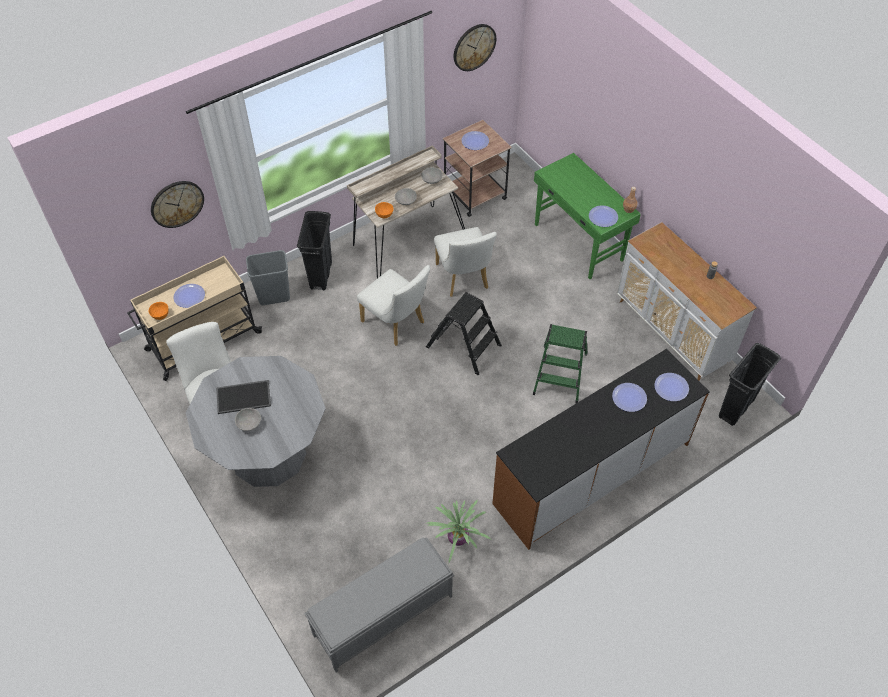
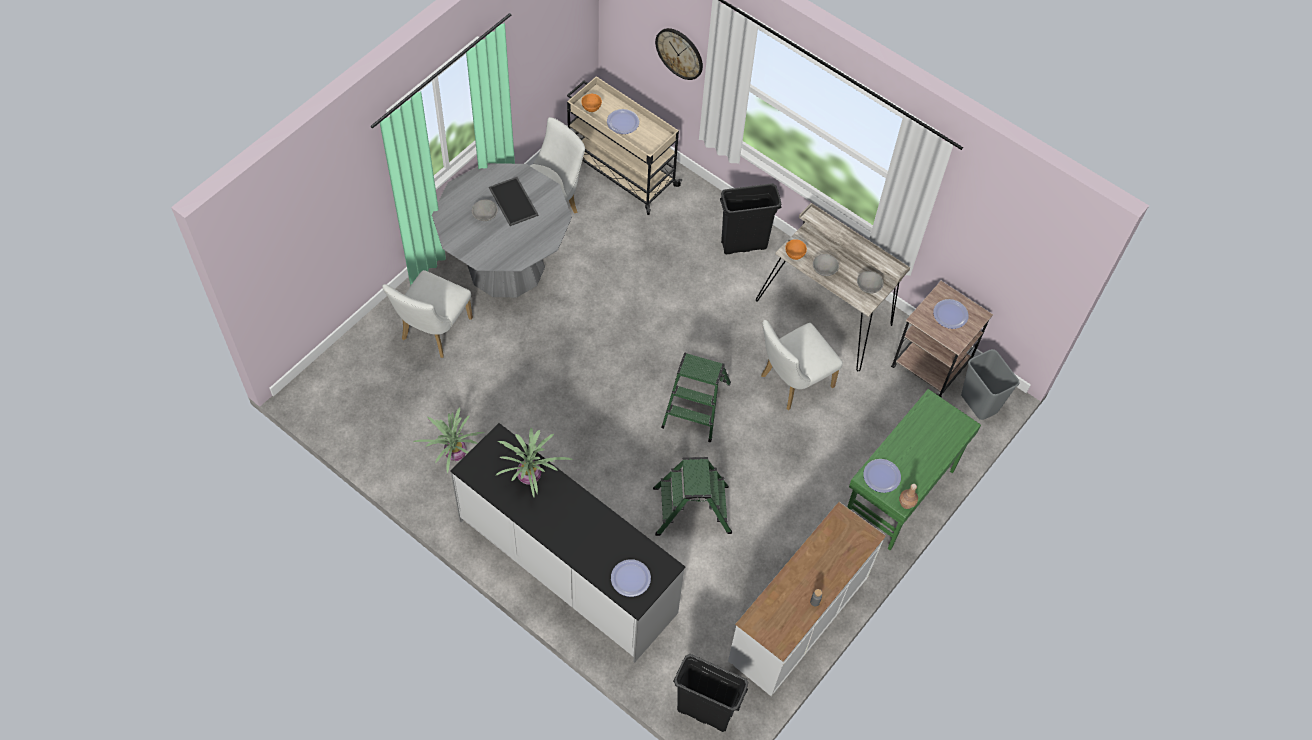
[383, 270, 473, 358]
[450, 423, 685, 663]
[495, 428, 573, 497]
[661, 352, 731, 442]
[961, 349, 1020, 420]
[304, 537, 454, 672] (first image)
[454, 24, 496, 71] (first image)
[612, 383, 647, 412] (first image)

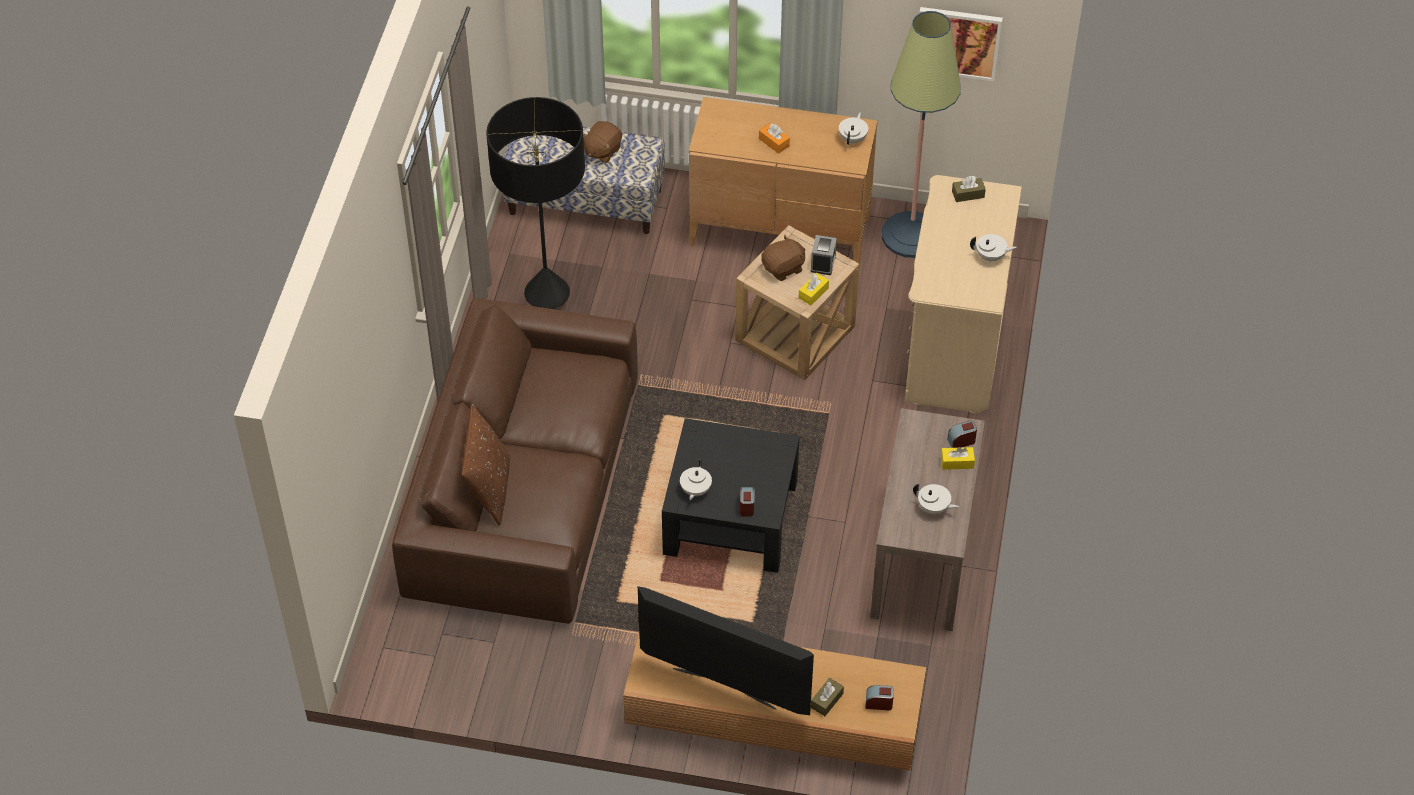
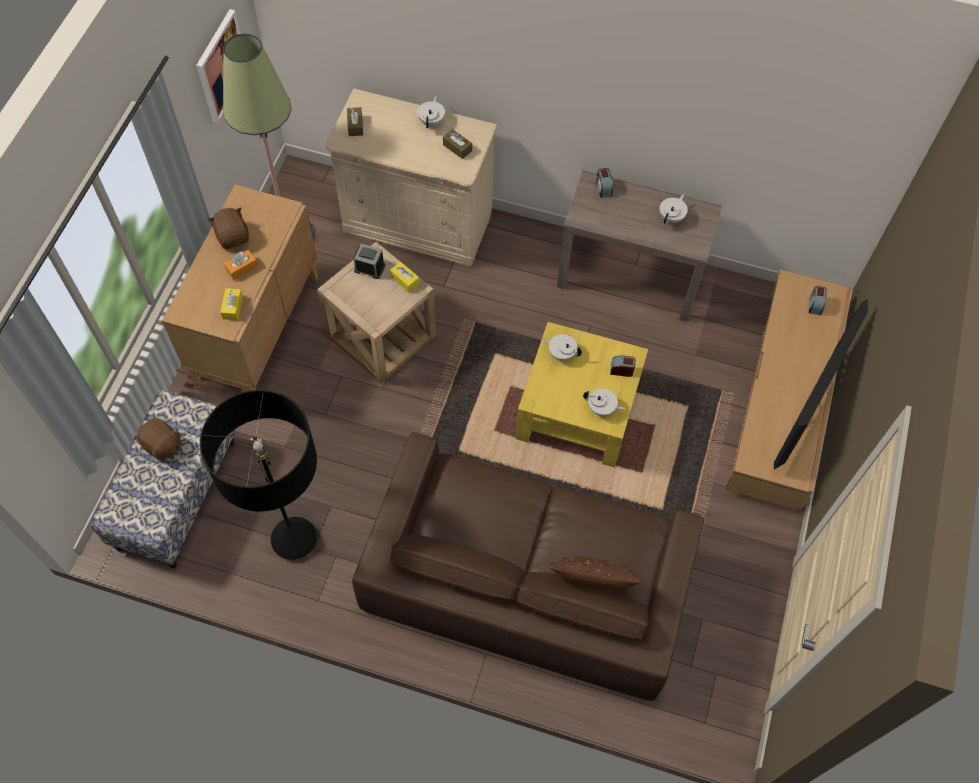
[208, 207, 249, 249]
[220, 288, 243, 320]
[443, 129, 472, 159]
[516, 322, 648, 468]
[542, 334, 582, 361]

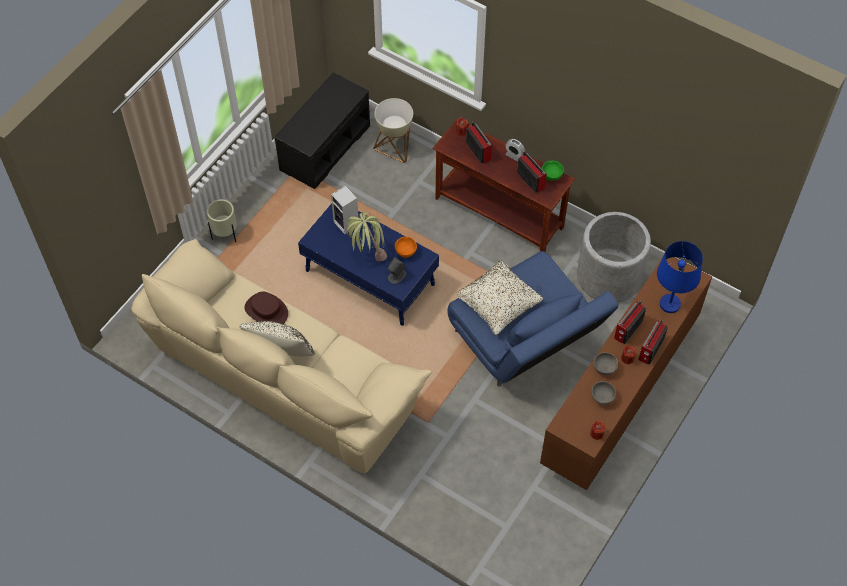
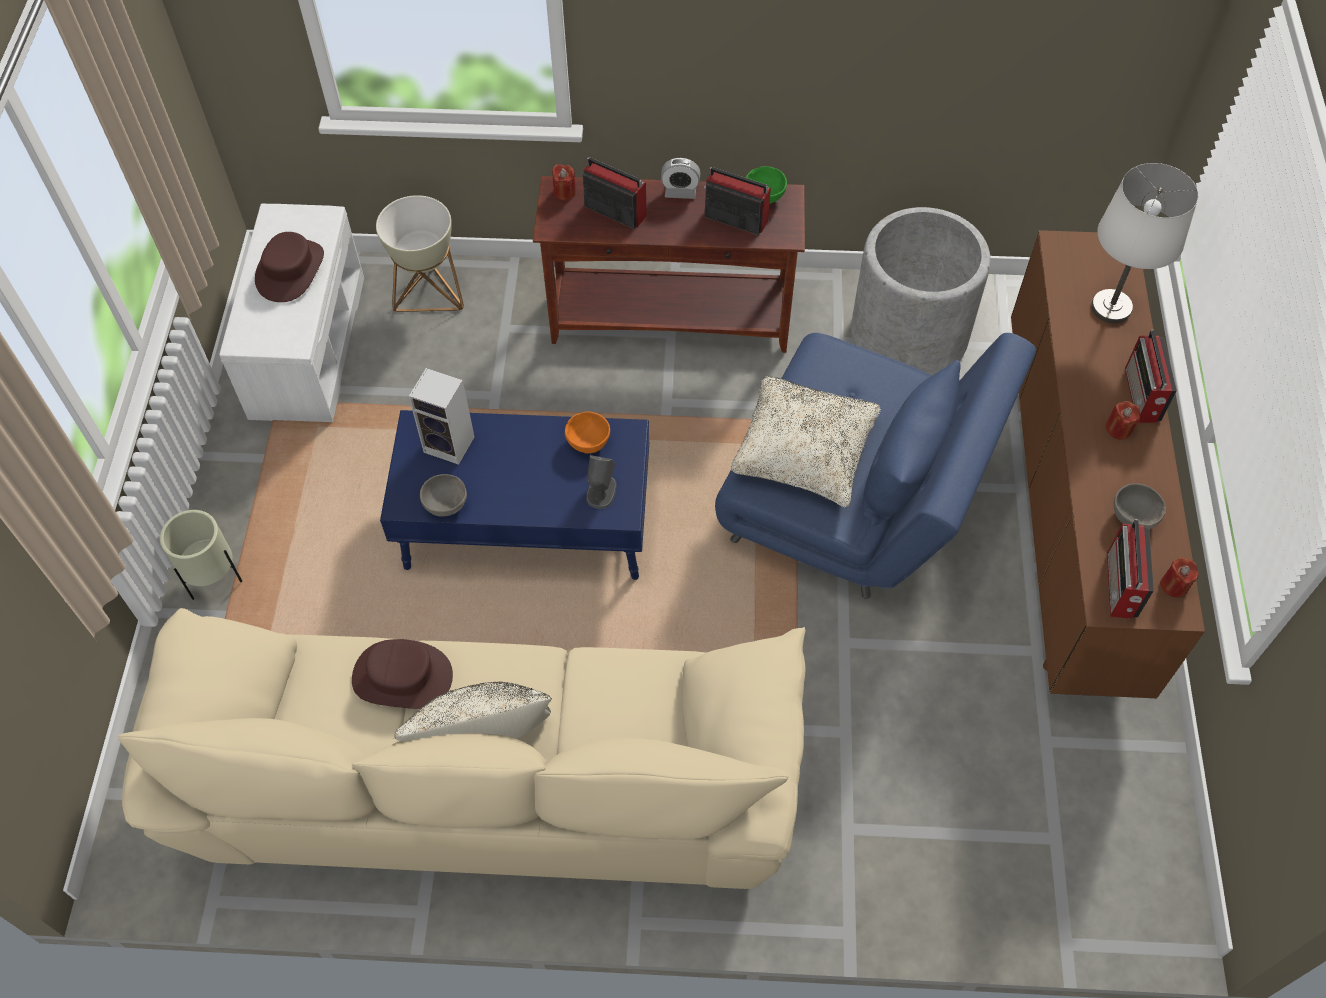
[219, 204, 364, 422]
[255, 232, 324, 302]
[420, 474, 467, 517]
[1091, 163, 1198, 323]
[1107, 519, 1154, 619]
[347, 212, 387, 261] (first image)

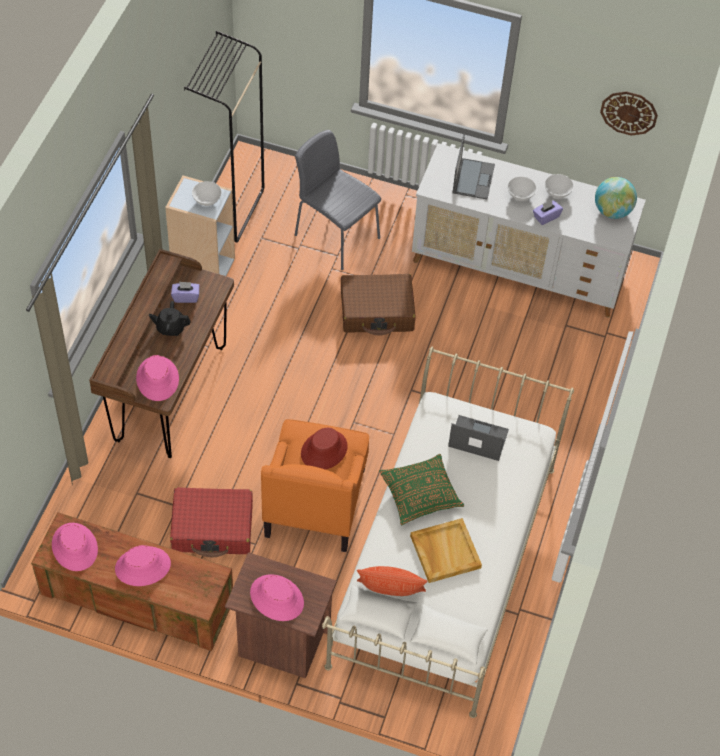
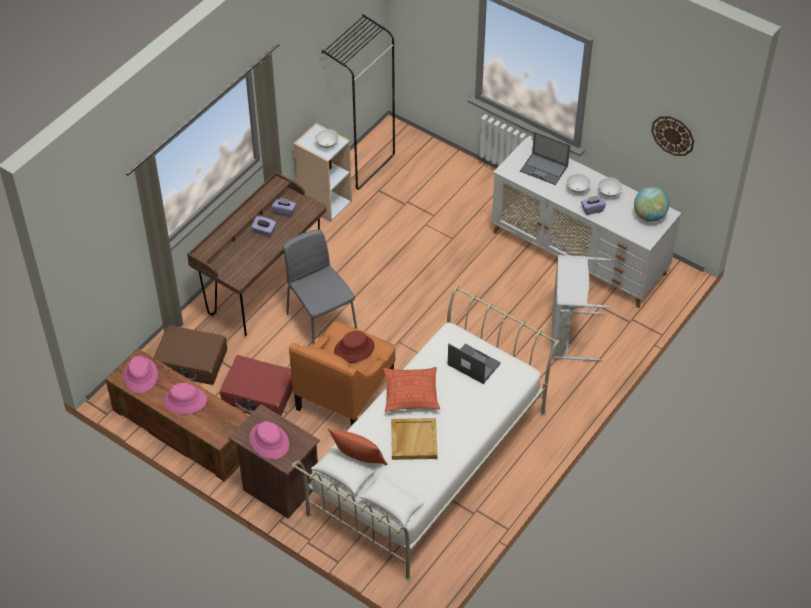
[154, 325, 227, 385]
[251, 216, 276, 237]
[283, 229, 357, 344]
[383, 367, 440, 412]
[520, 132, 570, 185]
[551, 255, 611, 361]
[136, 355, 179, 401] (first image)

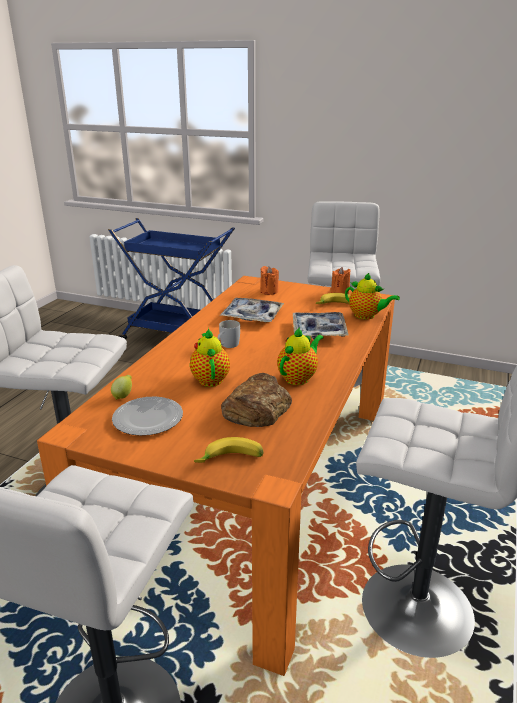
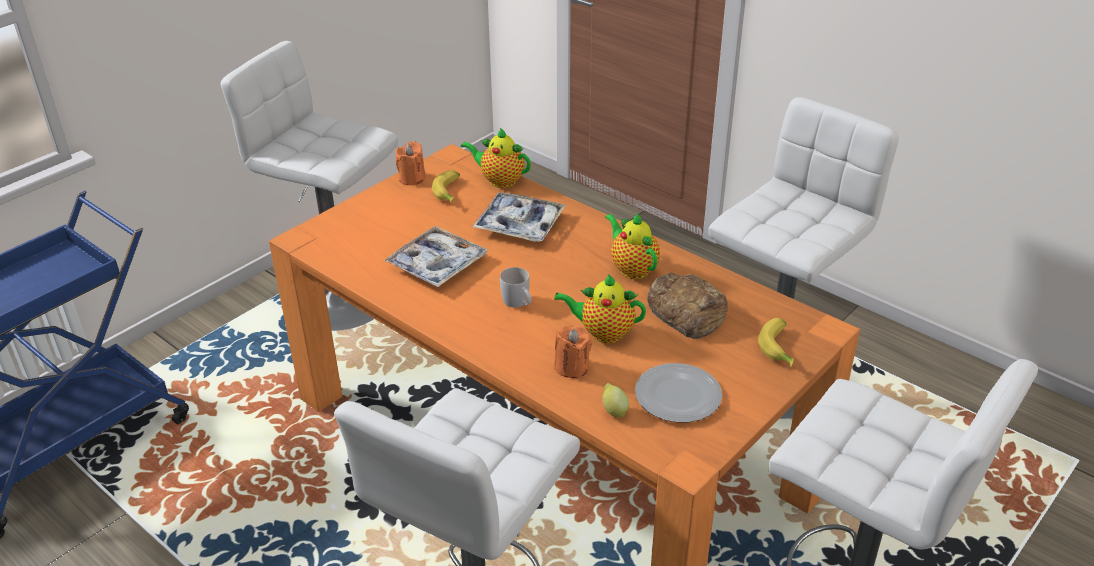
[461, 128, 531, 188]
[554, 325, 592, 378]

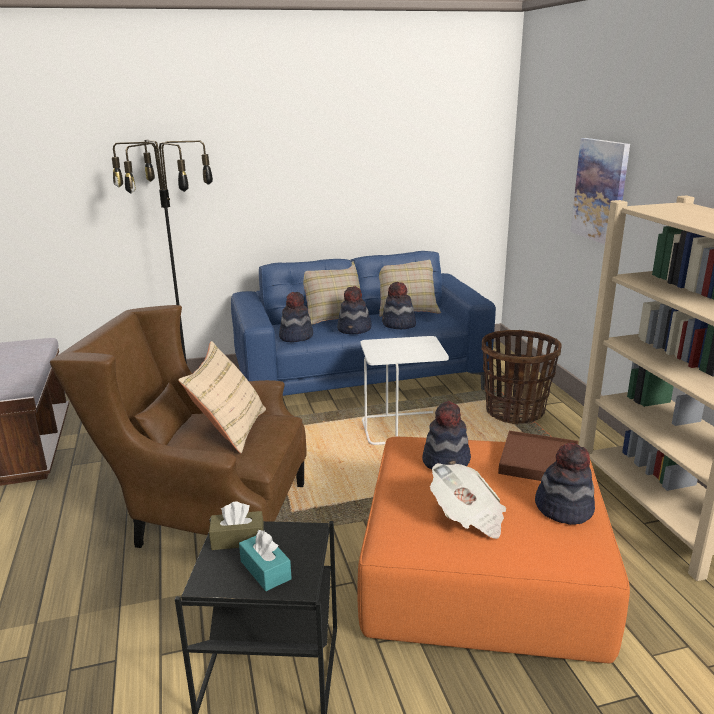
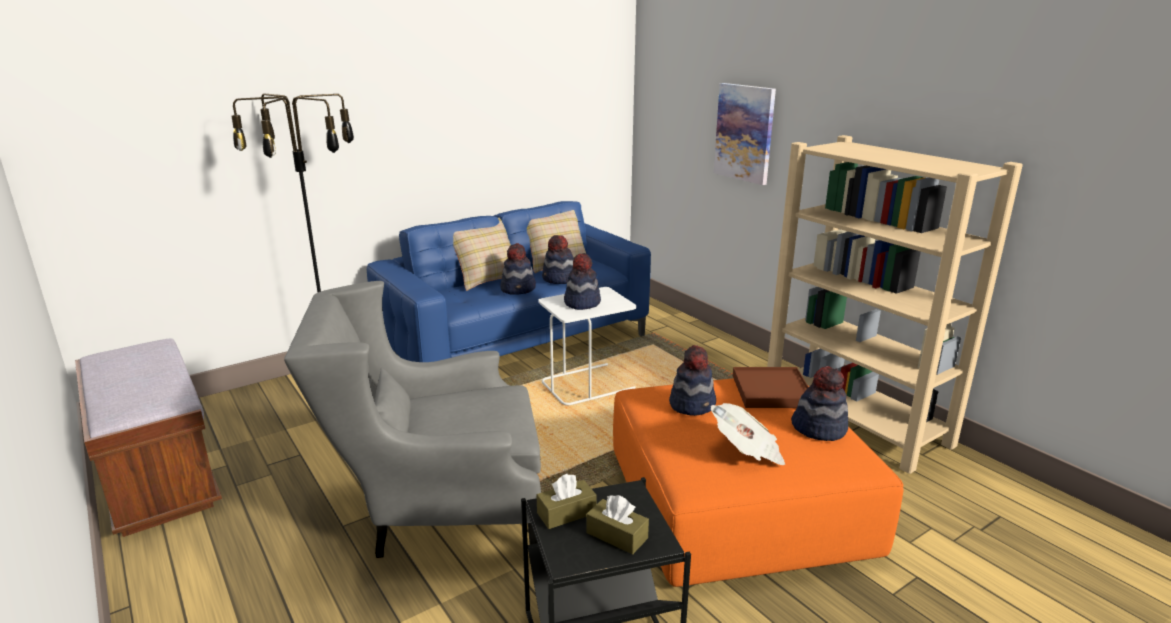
[284, 281, 541, 558]
[564, 253, 601, 310]
[586, 495, 649, 554]
[178, 341, 266, 453] (first image)
[481, 330, 562, 425] (first image)

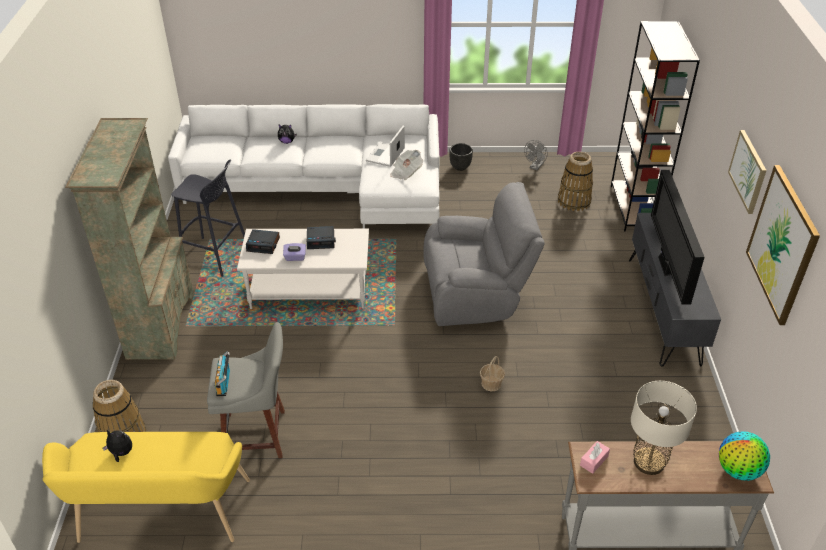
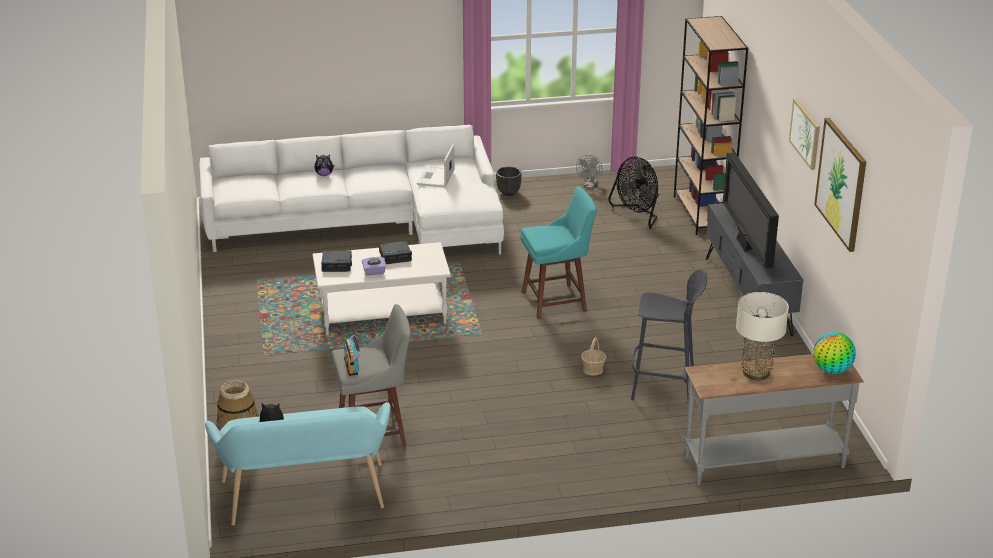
[205, 402, 390, 525]
[520, 186, 597, 319]
[608, 156, 659, 229]
[631, 269, 707, 400]
[65, 118, 194, 360] (first image)
[390, 150, 423, 180] (first image)
[580, 441, 610, 474] (first image)

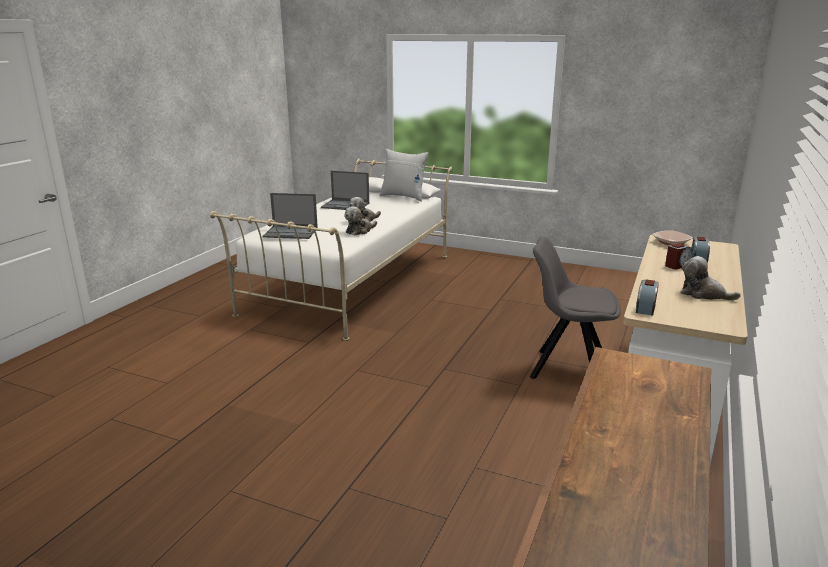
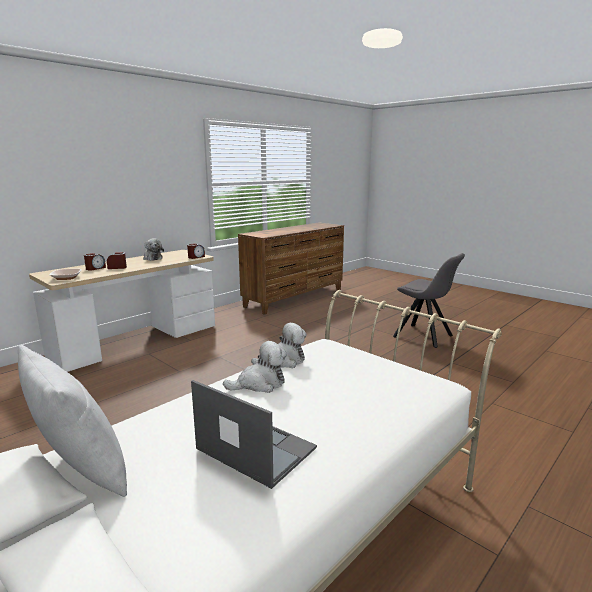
[393, 253, 465, 348]
[263, 193, 318, 239] (first image)

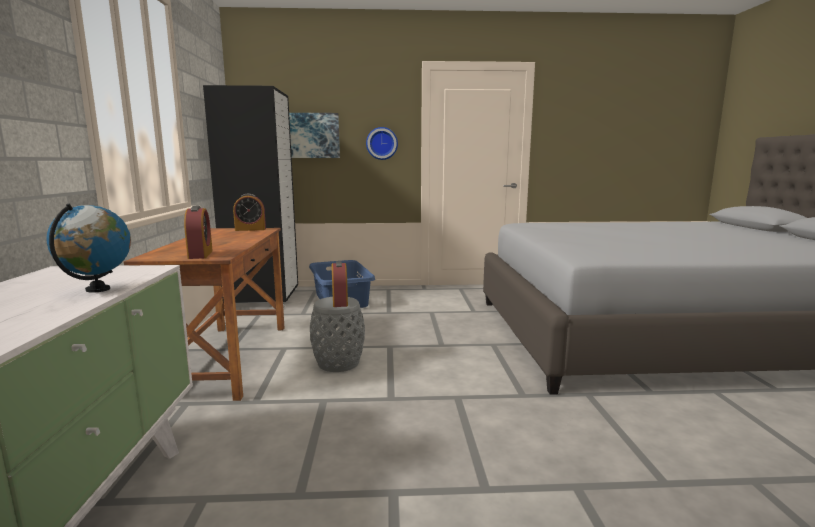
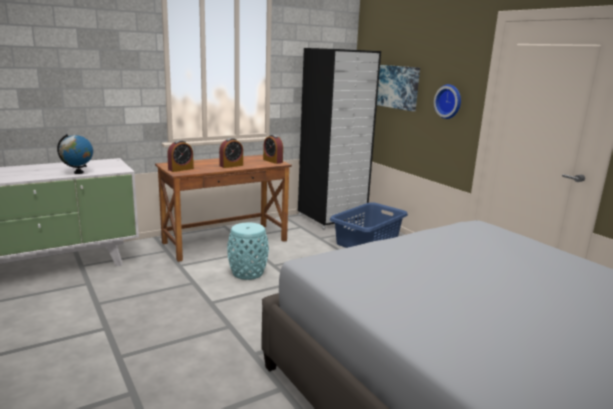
[219, 138, 243, 168]
[227, 223, 269, 280]

